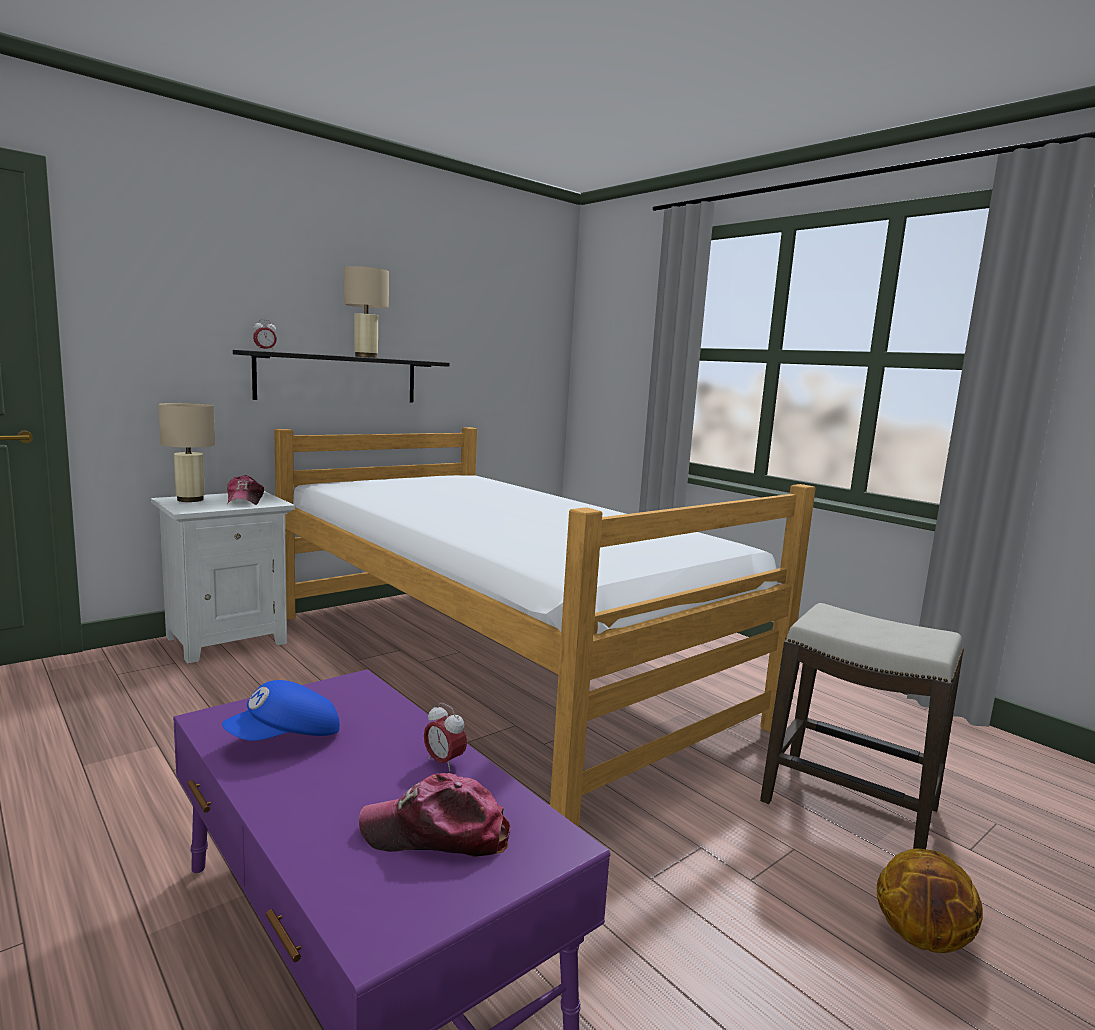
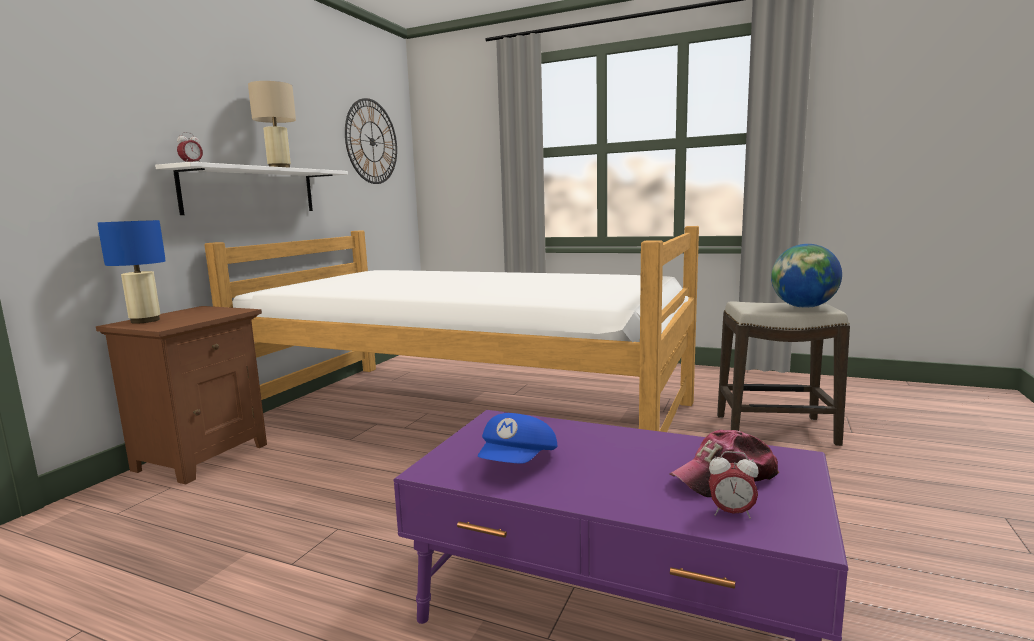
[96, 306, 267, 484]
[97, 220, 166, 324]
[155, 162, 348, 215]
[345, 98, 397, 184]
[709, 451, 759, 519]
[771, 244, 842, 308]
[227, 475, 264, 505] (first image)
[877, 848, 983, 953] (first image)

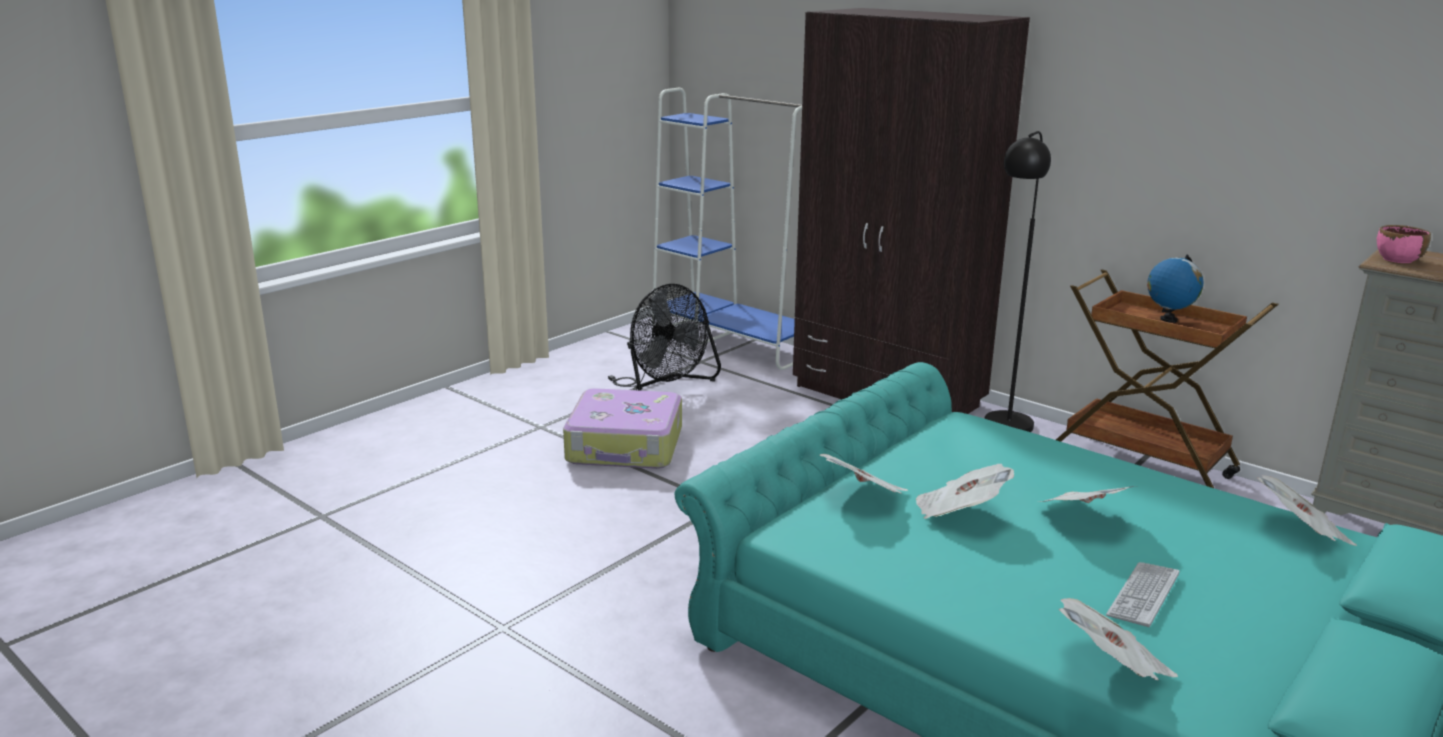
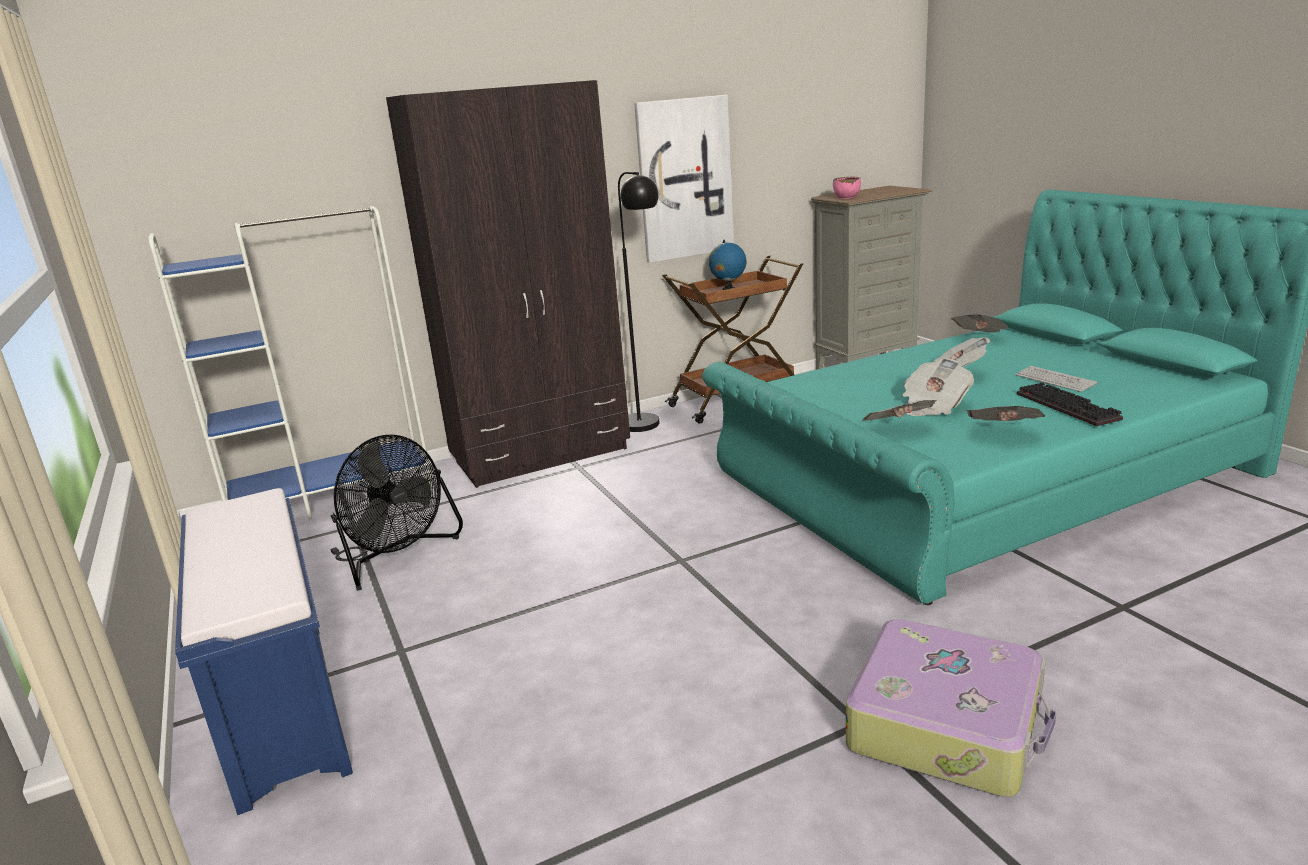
[175, 488, 353, 815]
[331, 435, 463, 591]
[634, 95, 734, 263]
[846, 619, 1056, 797]
[966, 406, 1045, 421]
[1017, 382, 1123, 426]

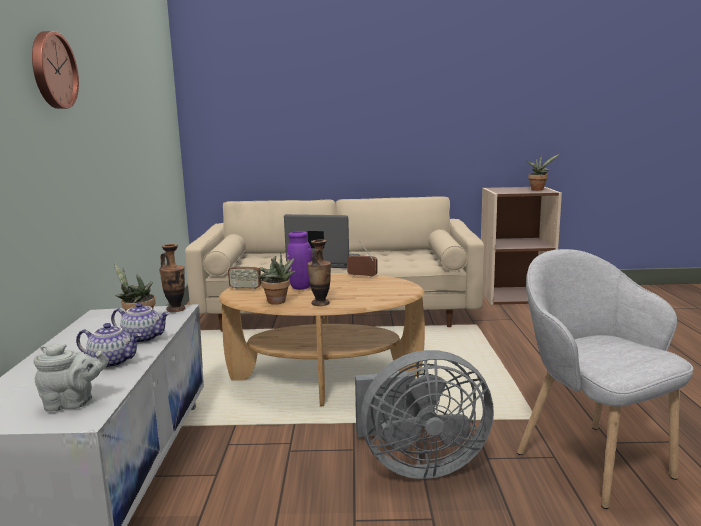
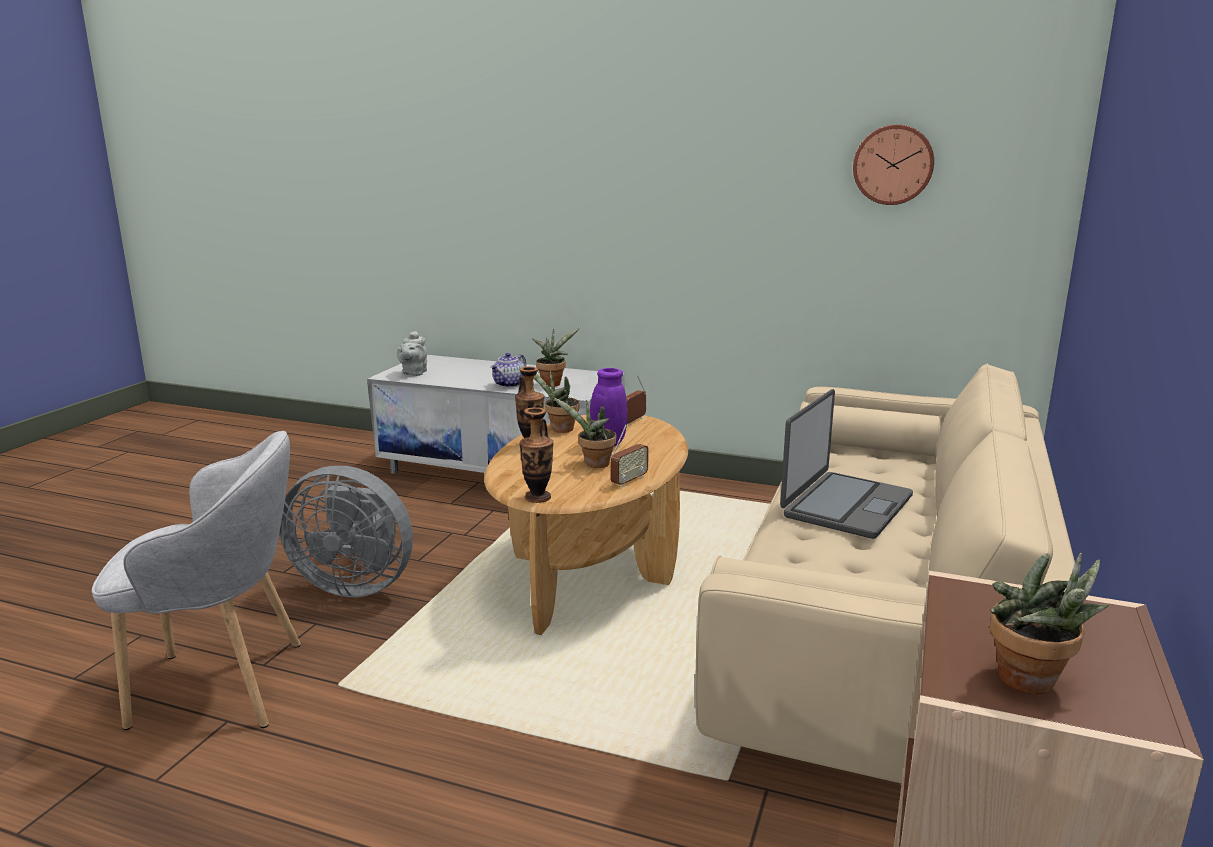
[279, 466, 413, 597]
[519, 407, 553, 503]
[553, 397, 616, 468]
[853, 125, 934, 205]
[76, 323, 142, 368] (first image)

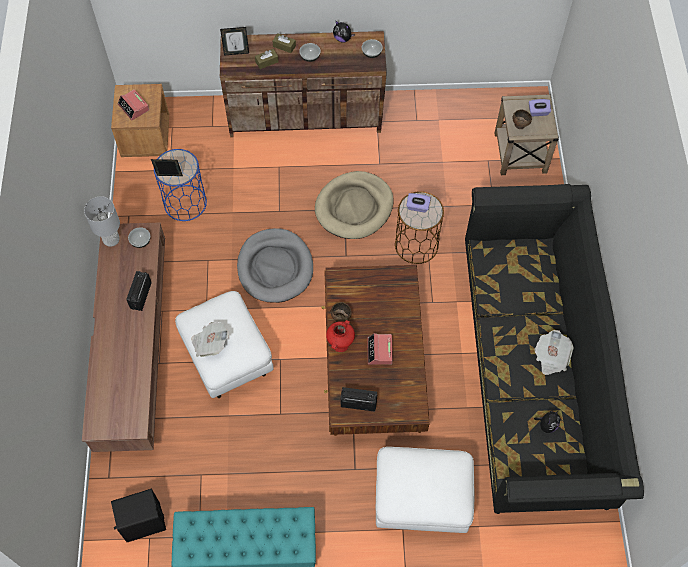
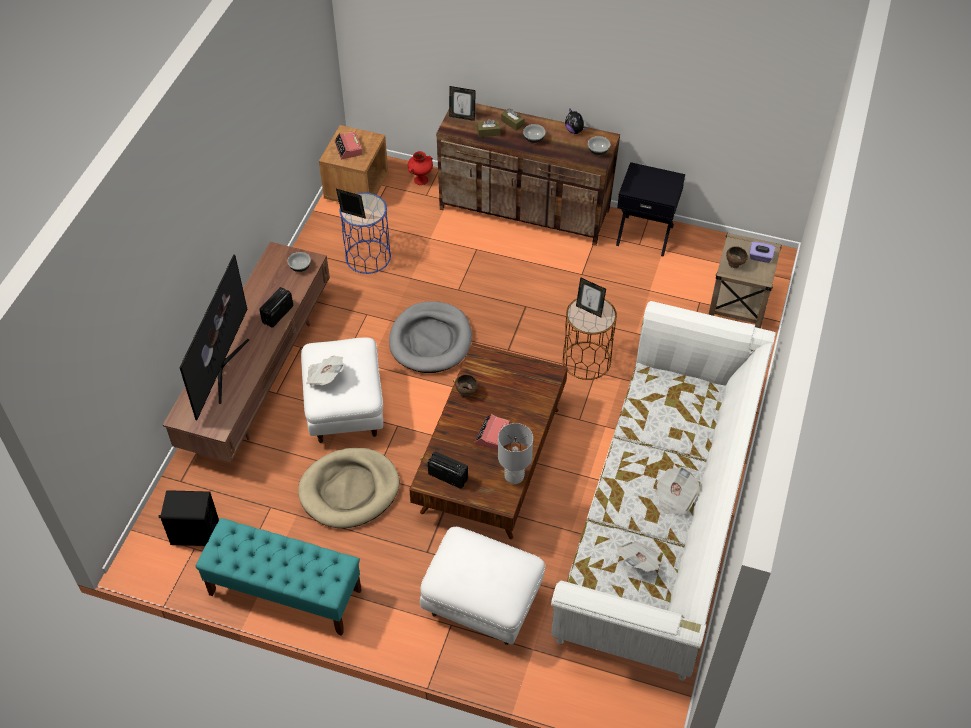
[179, 254, 249, 420]
[298, 448, 399, 528]
[408, 151, 433, 185]
[498, 423, 533, 484]
[551, 301, 776, 680]
[576, 277, 606, 317]
[616, 162, 685, 257]
[618, 541, 661, 572]

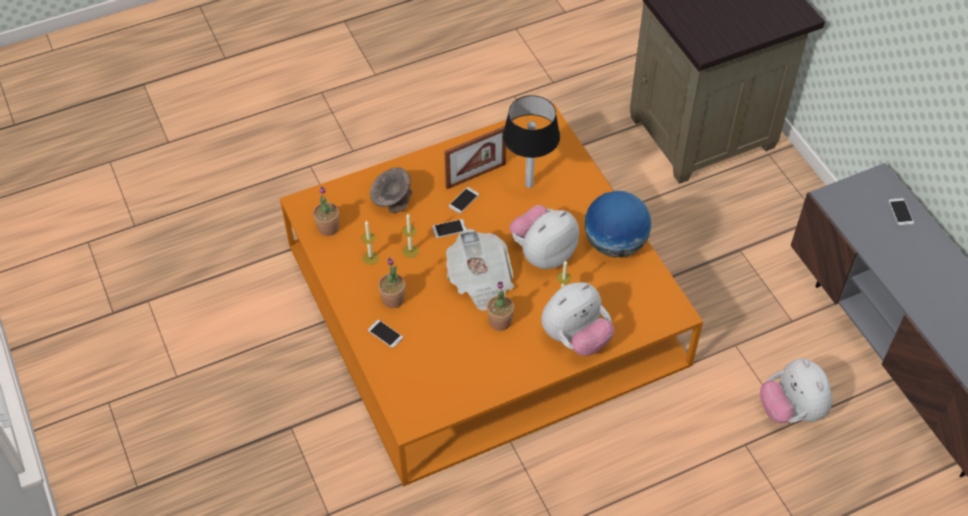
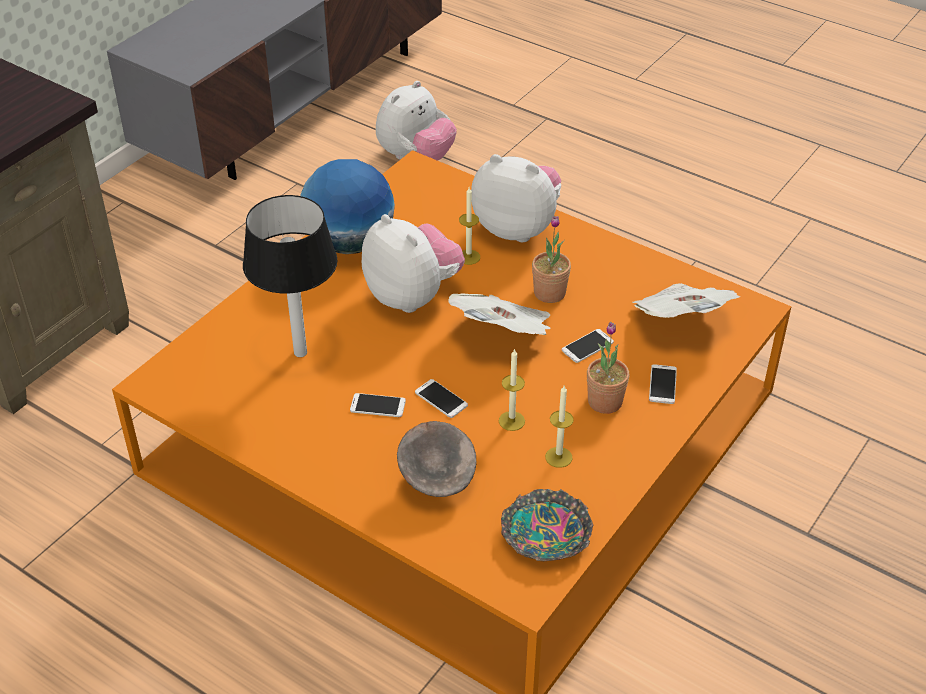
[362, 214, 465, 313]
[501, 489, 593, 561]
[562, 329, 614, 363]
[632, 283, 740, 318]
[444, 126, 506, 189] (first image)

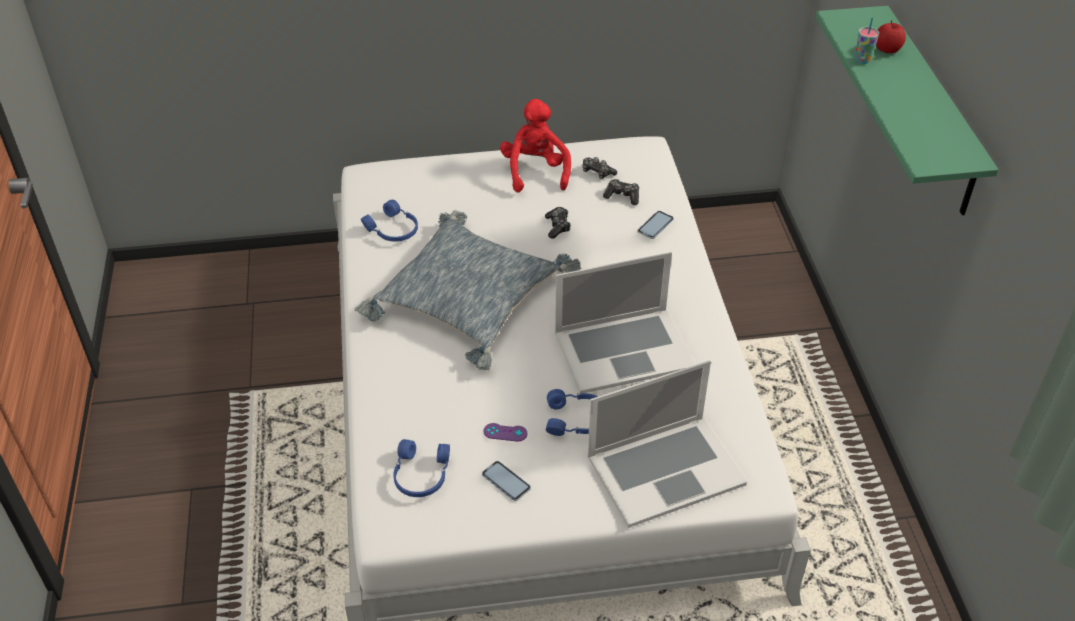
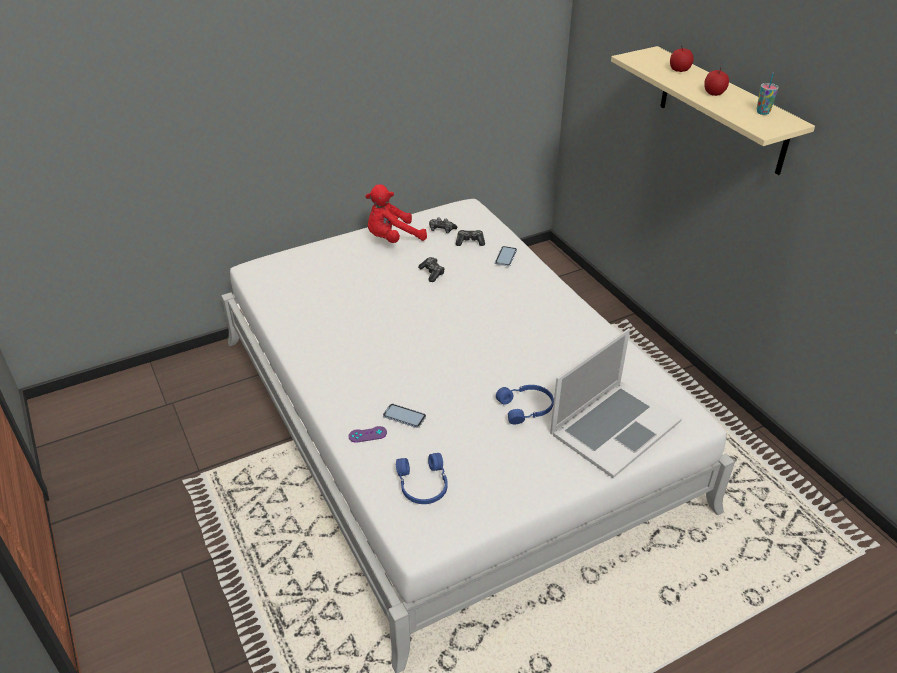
[348, 426, 387, 443]
[365, 184, 427, 243]
[383, 404, 426, 428]
[611, 46, 815, 175]
[704, 67, 729, 96]
[757, 73, 779, 115]
[354, 210, 582, 371] (first image)
[361, 200, 418, 242] (first image)
[555, 252, 695, 393] (first image)

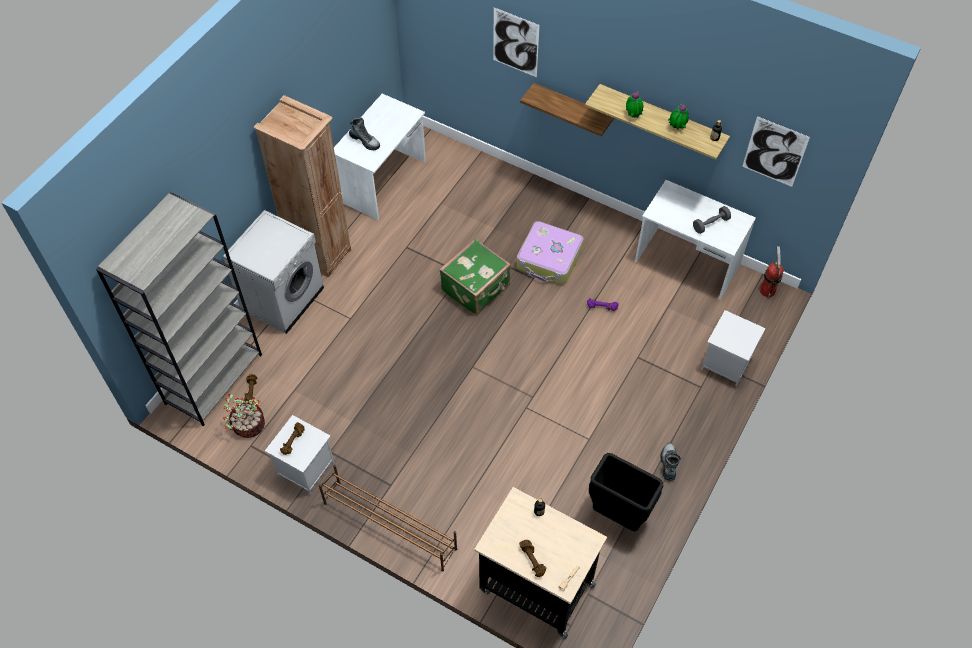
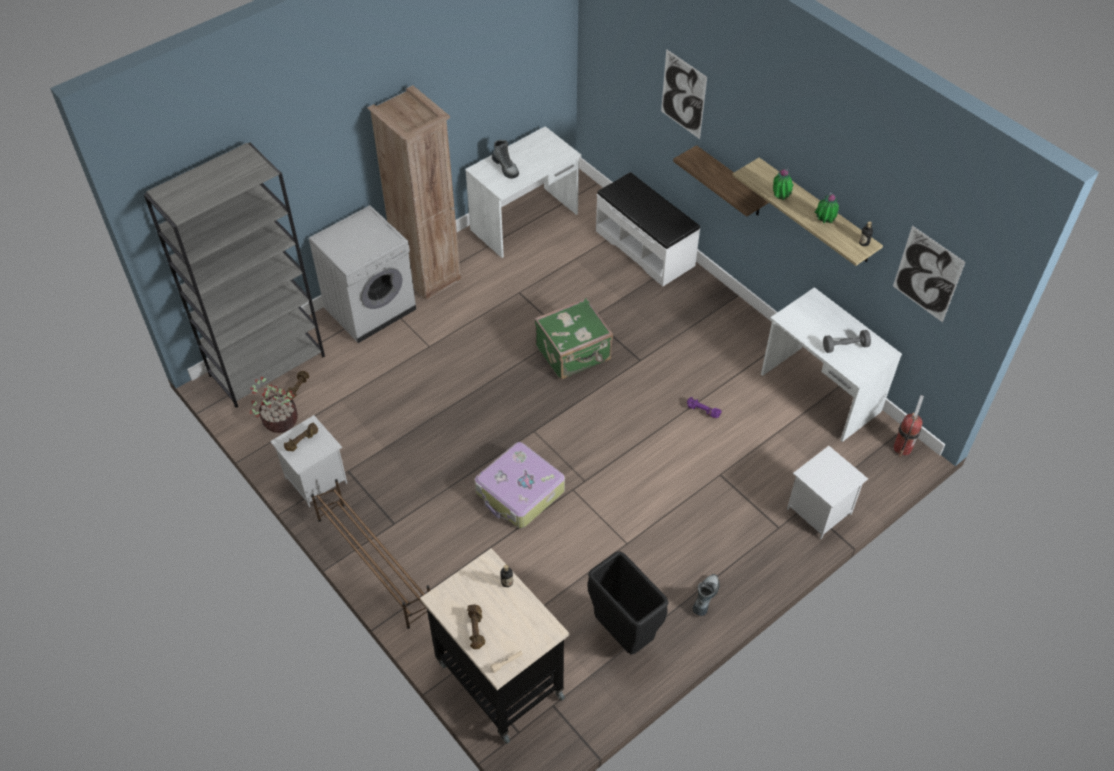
[475, 442, 565, 528]
[596, 172, 700, 287]

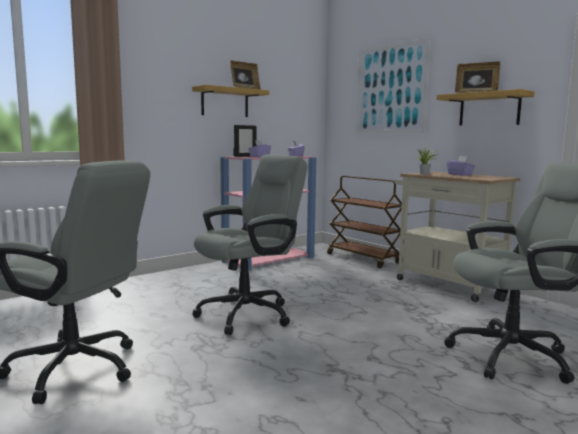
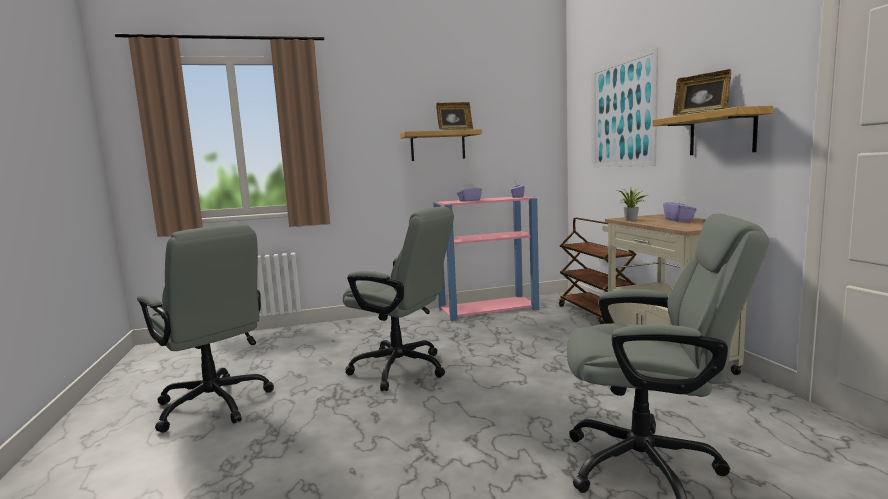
[343, 207, 454, 391]
[234, 125, 256, 157] (first image)

